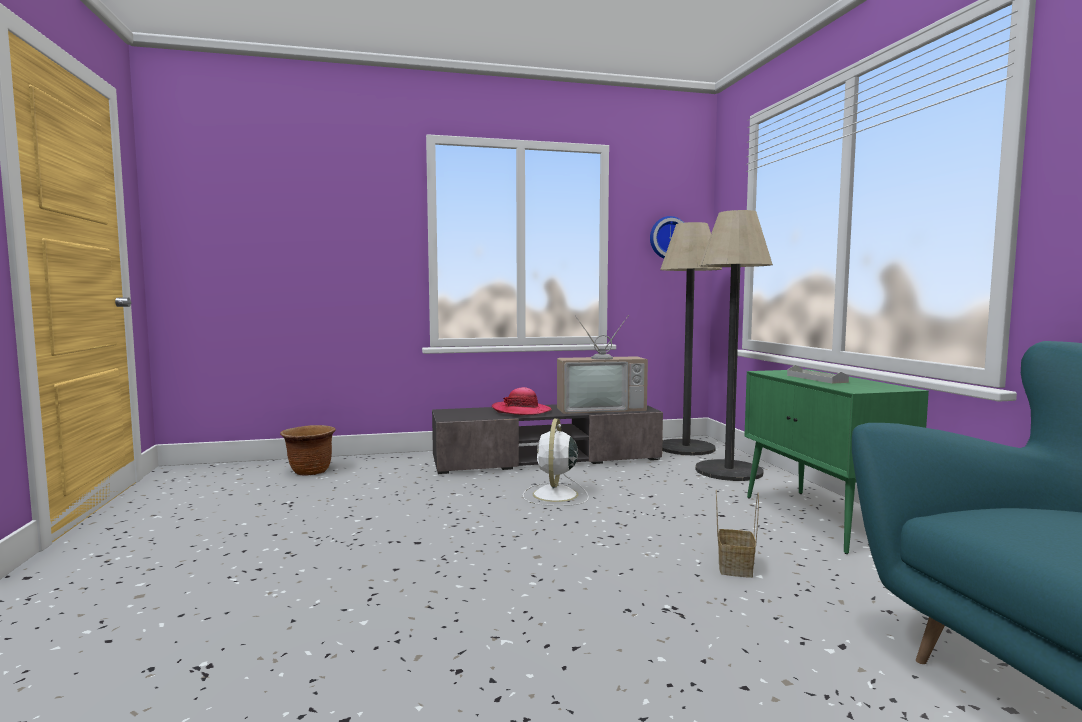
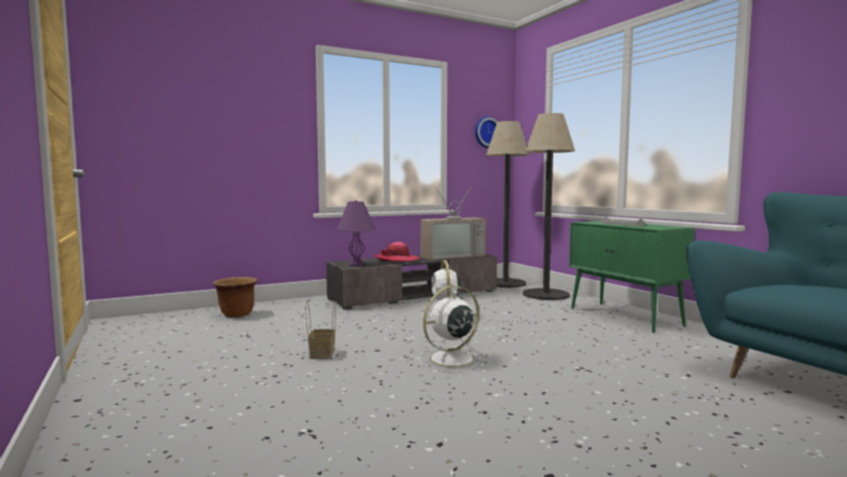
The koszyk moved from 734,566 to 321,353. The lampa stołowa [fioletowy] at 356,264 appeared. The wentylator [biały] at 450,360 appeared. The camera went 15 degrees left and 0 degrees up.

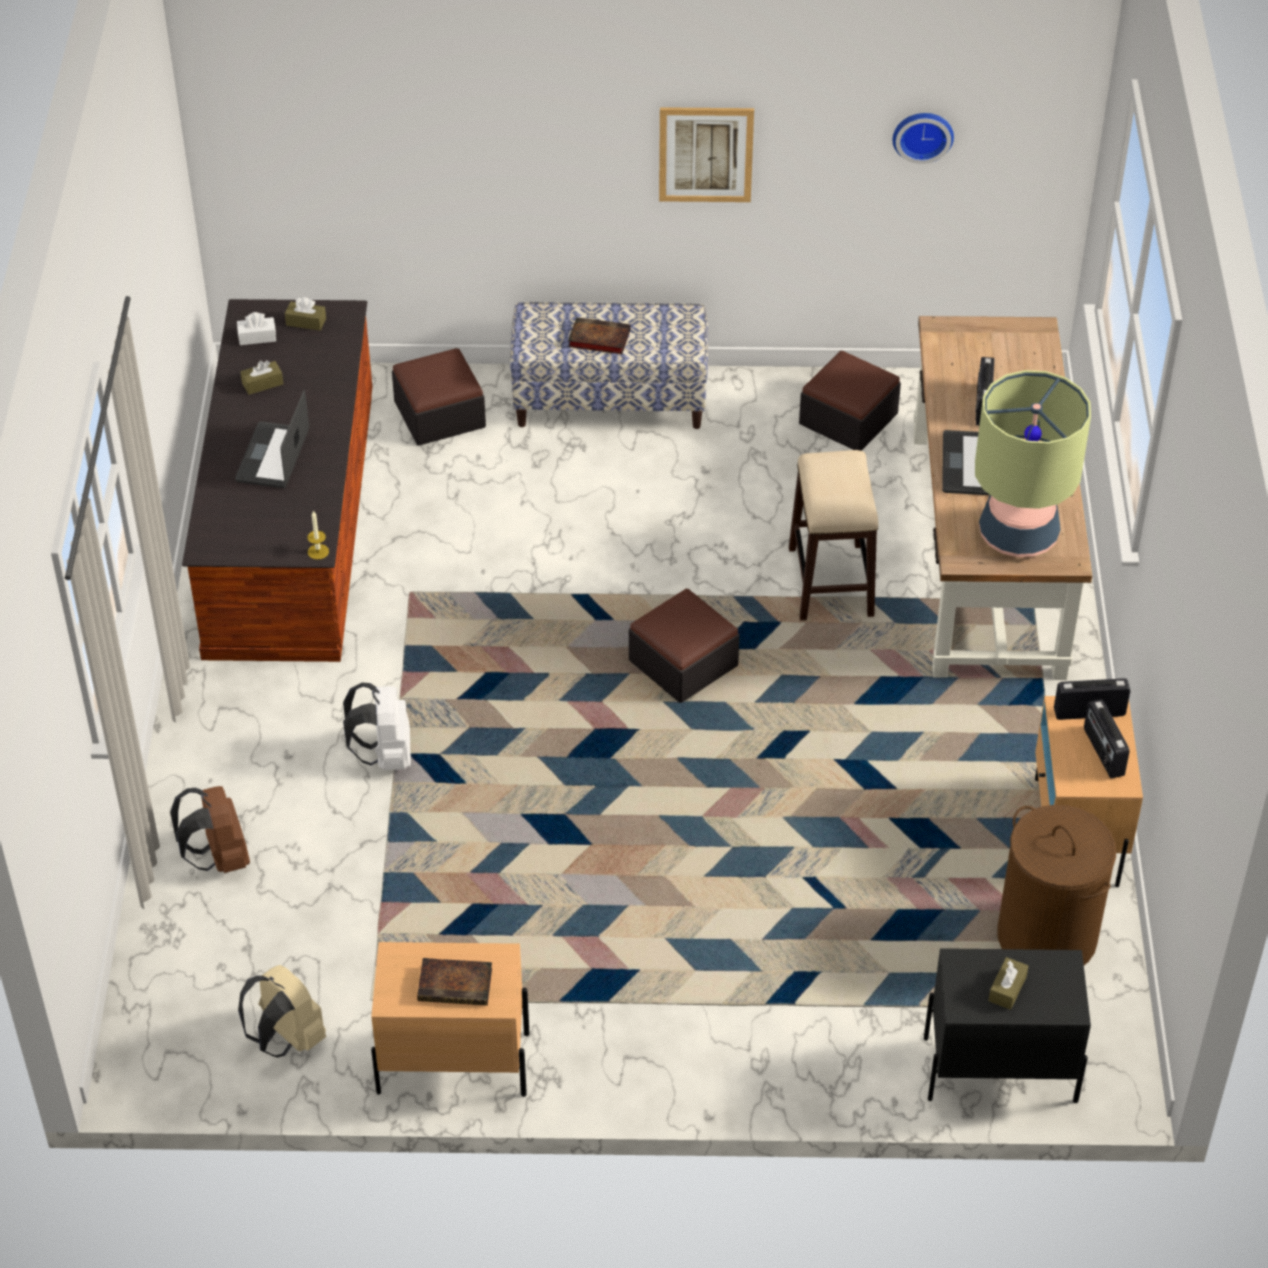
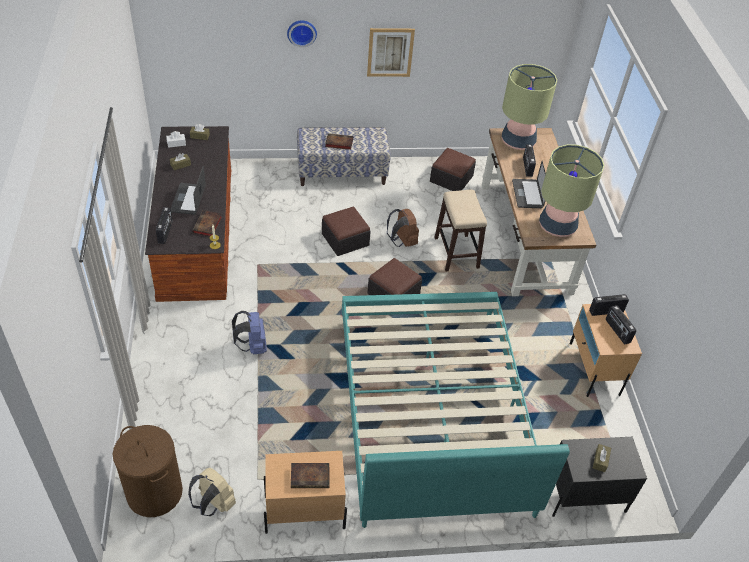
The plecak [brązowy] moved from 218,857 to 402,241. The plecak [biały] at 385,755 became the plecak [niebieski] at 252,346. The pufa moved from 439,414 to 345,239. The zegar ścienny moved from 922,134 to 301,32. The kosz na pranie [brązowy] moved from 1046,936 to 154,492. The radio at 165,232 appeared. The książka at 207,225 appeared. The łóżko [turkusowy] at 431,413 appeared. The lampa stołowa at 518,141 appeared. The camera went 10 degrees left and 0 degrees up.

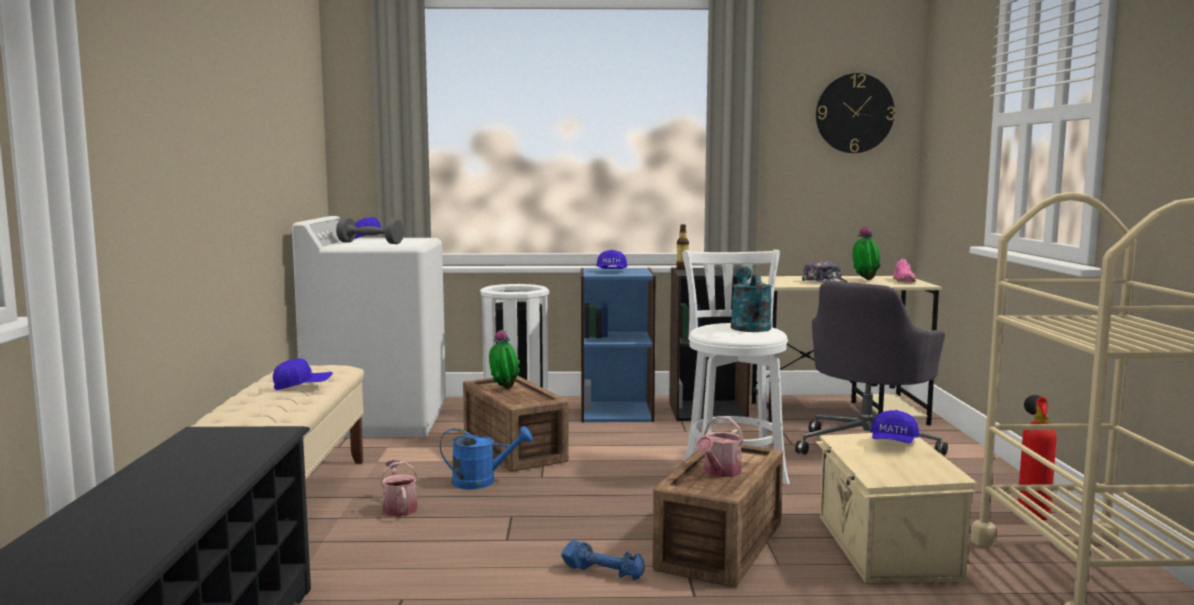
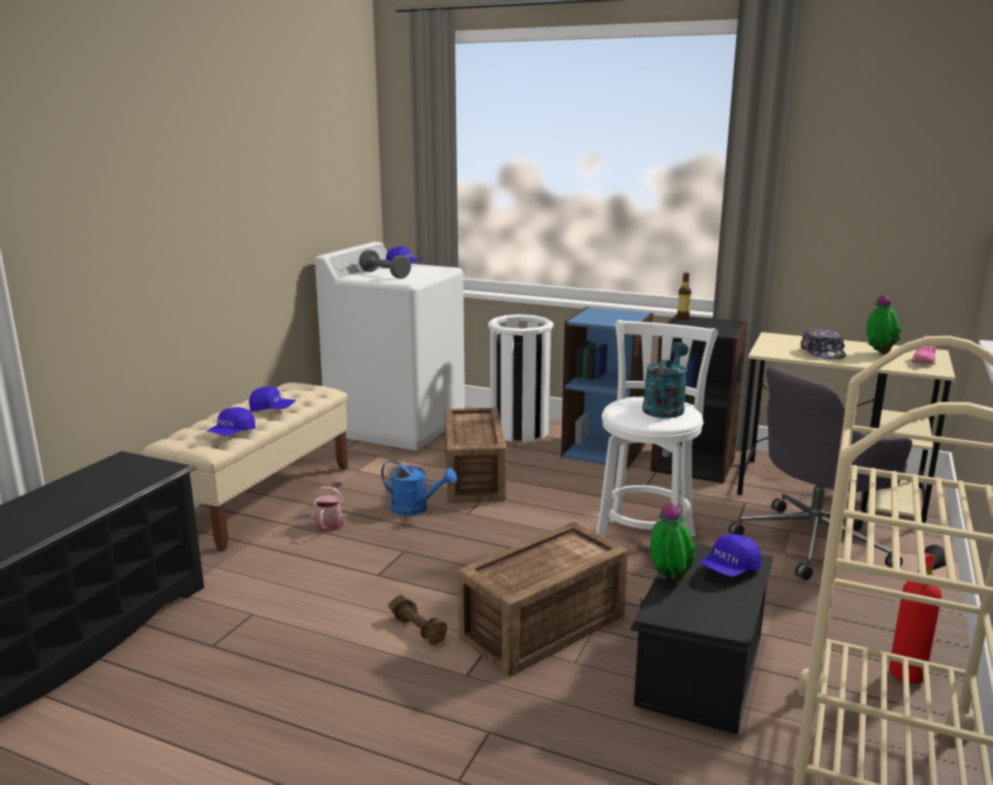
The roślina doniczkowa moved from 503,388 to 668,580. The hantel [niebieski] at 604,572 became the hantel [brązowy] at 419,629. The czapka z daszkiem [niebieski] moved from 611,271 to 232,433. The konewka at 720,472 disappeared. The zegar ścienny at 854,113 disappeared. The pojemnik do przechowywania [beżowy] at 884,547 became the pojemnik do przechowywania [czarny] at 697,670. The camera went 25 degrees right and 10 degrees up.

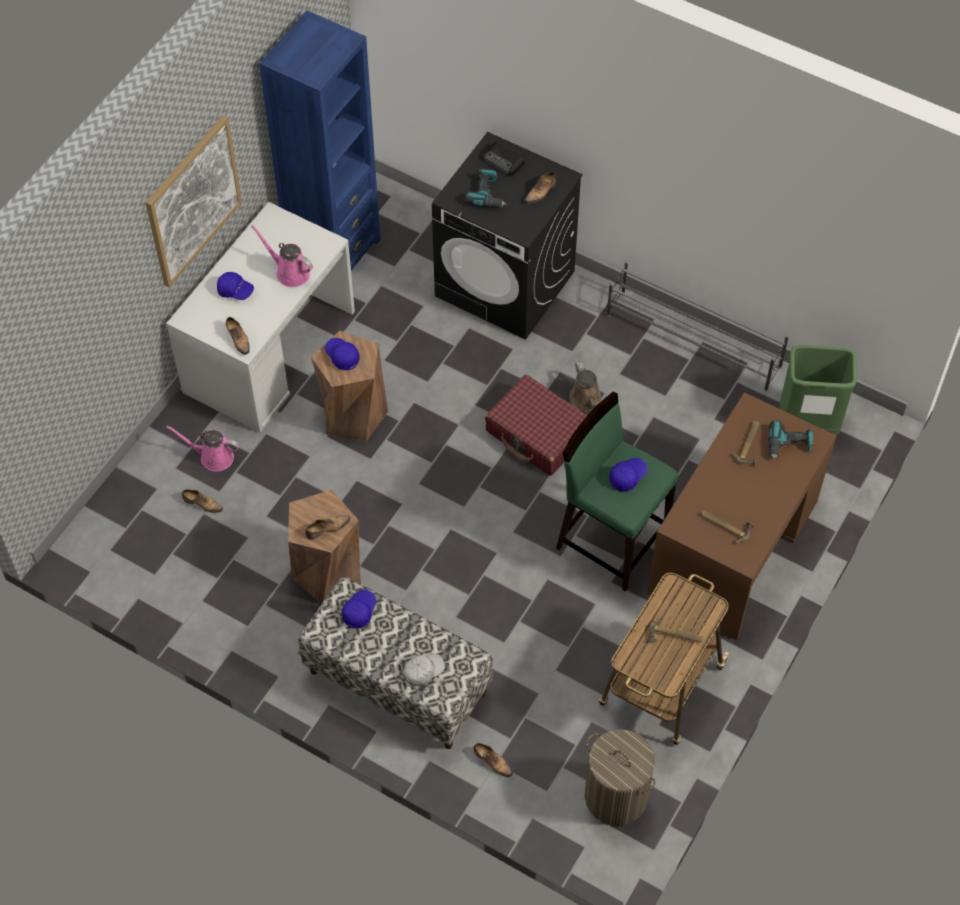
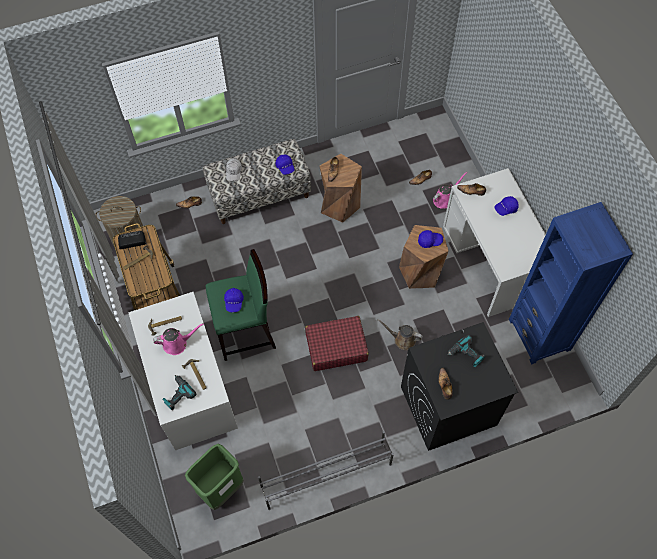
The obraz at 193,201 disappeared. The konewka [różowy] moved from 289,272 to 177,343. The radio moved from 503,161 to 131,241. The konewka [brązowy] moved from 586,400 to 402,339. The biurko [brązowy] at 733,547 became the biurko [biały] at 190,385. The camera went 130 degrees right and 5 degrees up.

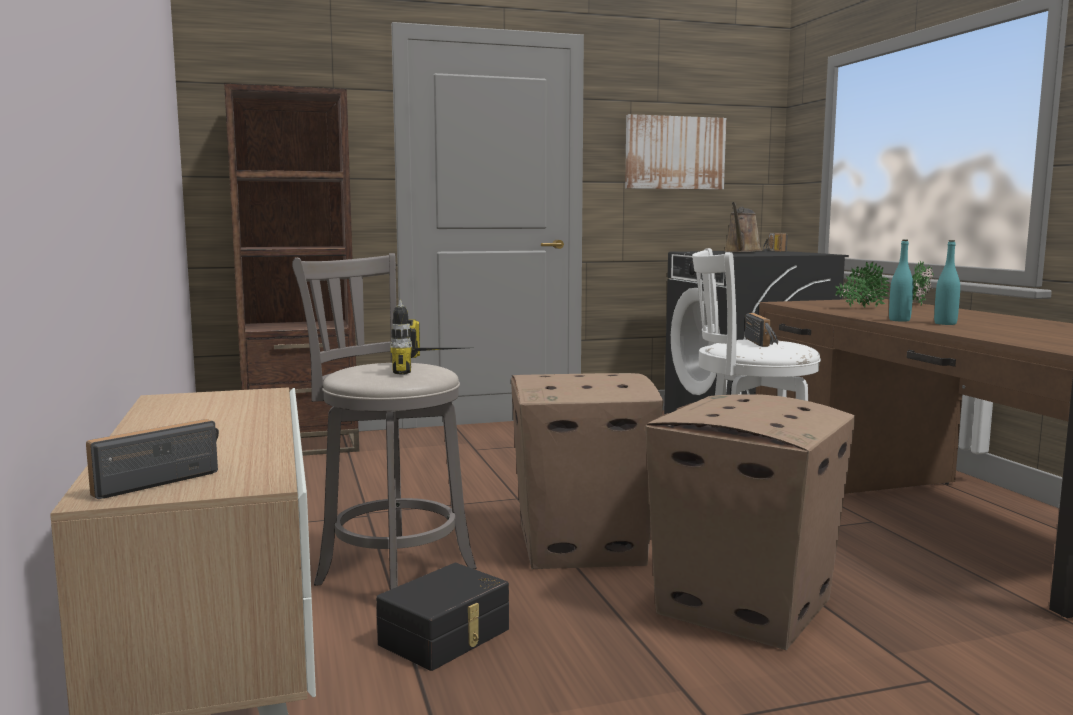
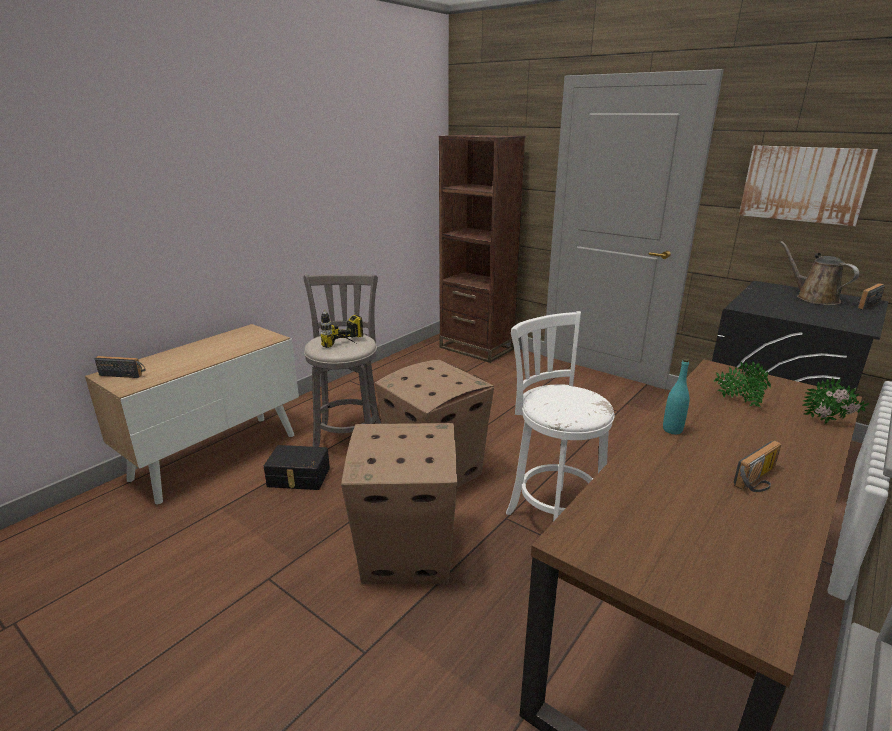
The konewka [brązowy] at 741,251 turned 75 degrees clockwise. The radio moved from 763,342 to 759,480. The butelka [turkusowy] at 945,323 disappeared. The camera went 55 degrees right and 15 degrees up.

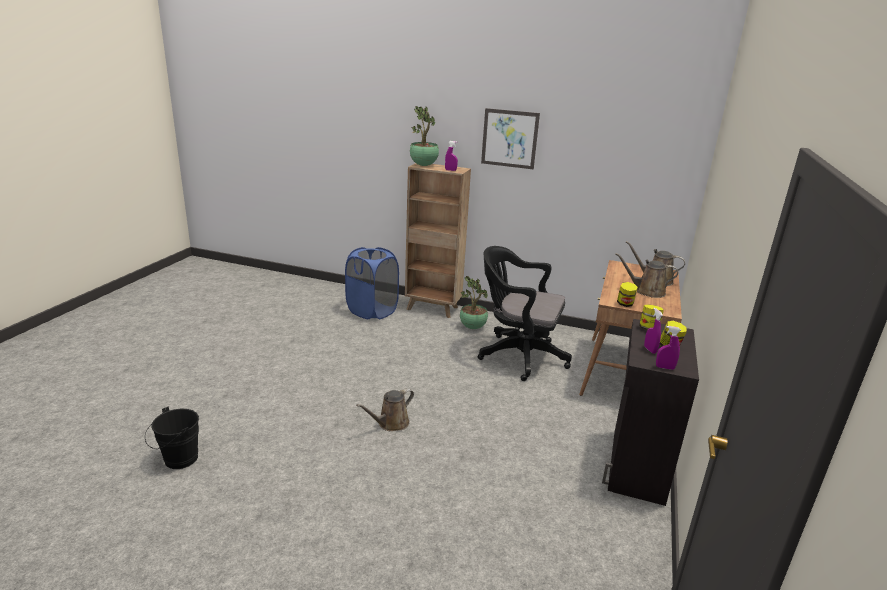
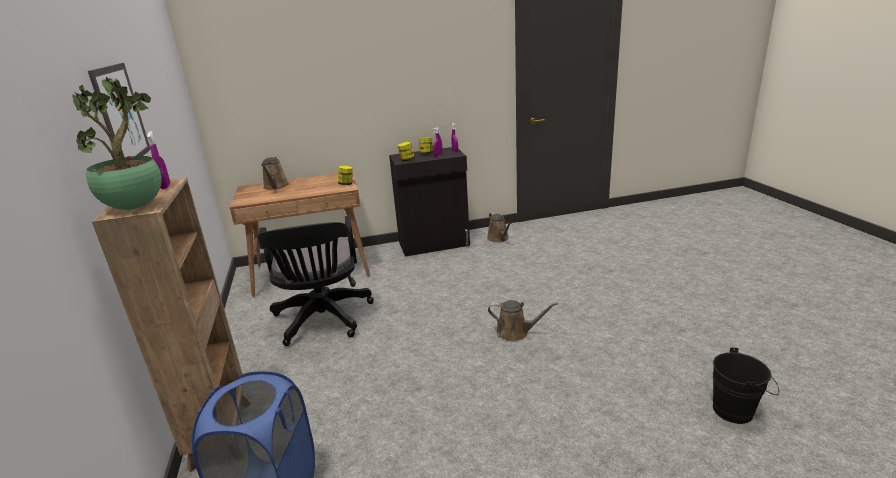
The roślina doniczkowa at 473,328 disappeared. The konewka [brązowy] moved from 647,291 to 499,239. The camera went 120 degrees left and 0 degrees up.

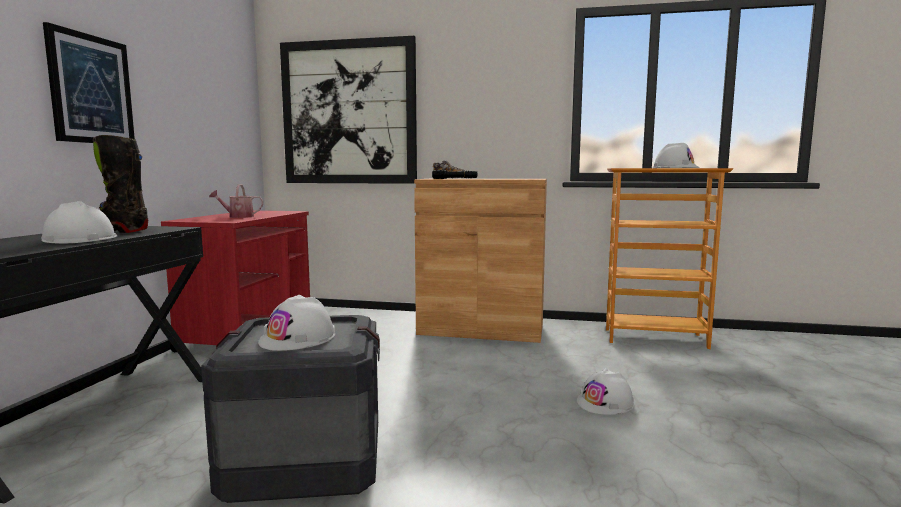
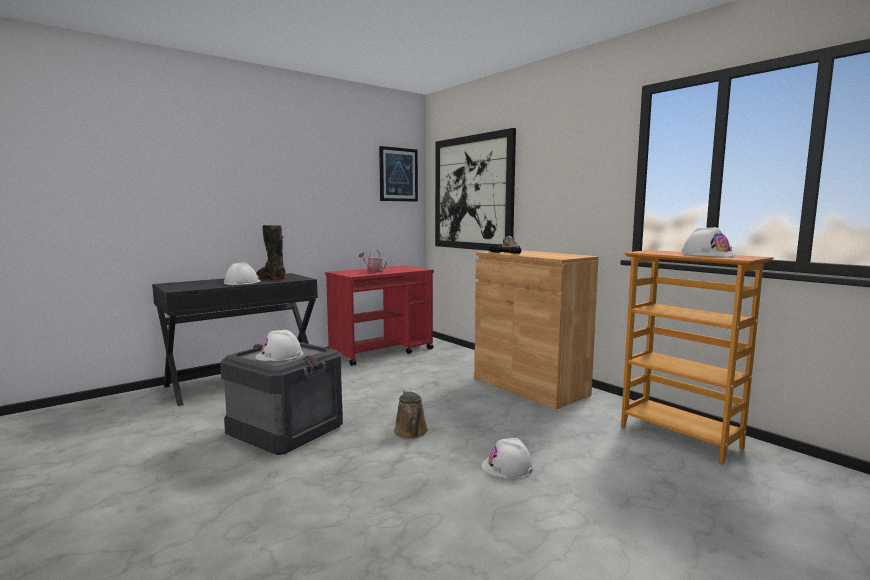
The obraz moved from 91,89 to 398,174. The konewka [brązowy] at 412,432 appeared. The camera went 40 degrees right and 0 degrees up.

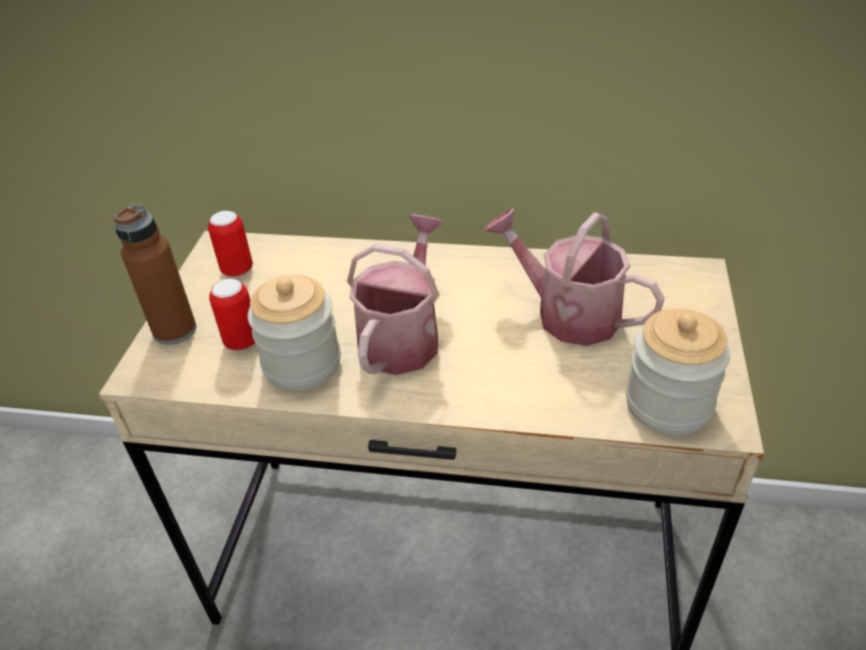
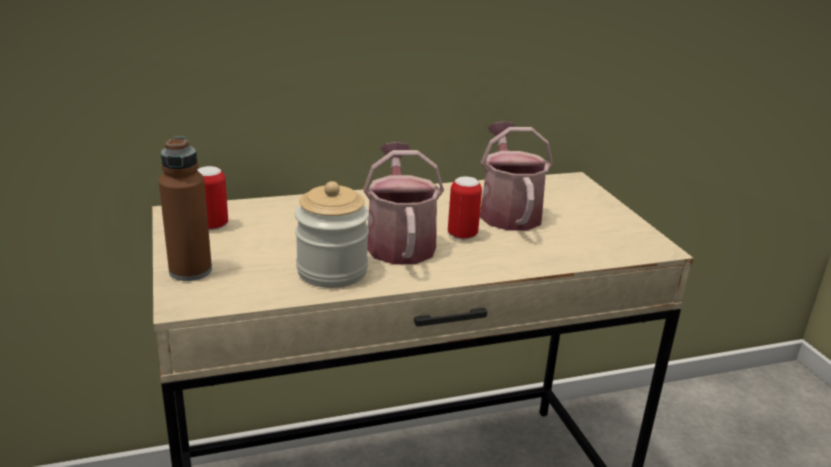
The puszka moved from 242,341 to 462,235. The konewka at 567,313 turned 75 degrees clockwise. The słoik at 668,404 disappeared. The camera went 30 degrees left and 15 degrees down.

